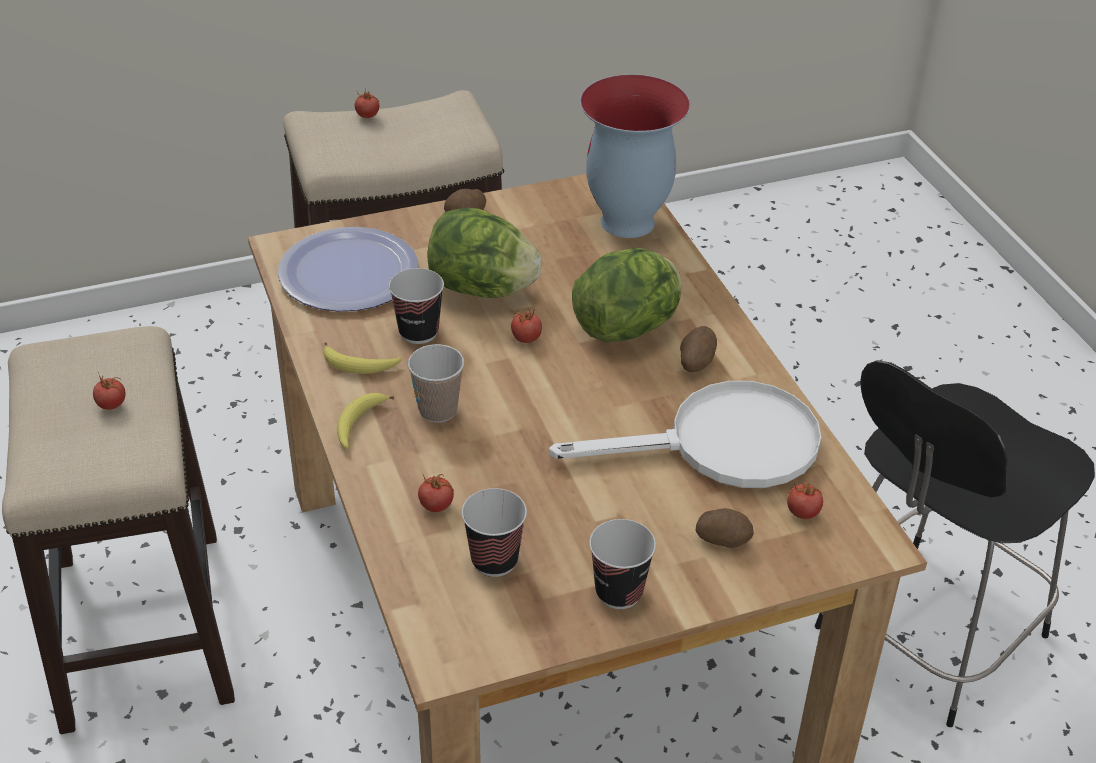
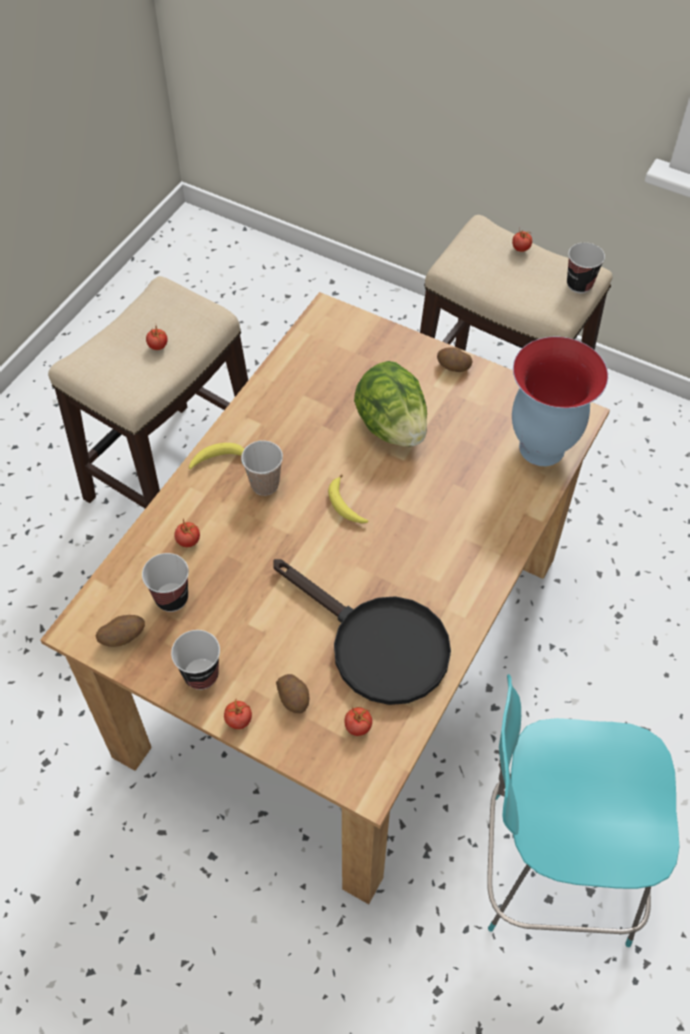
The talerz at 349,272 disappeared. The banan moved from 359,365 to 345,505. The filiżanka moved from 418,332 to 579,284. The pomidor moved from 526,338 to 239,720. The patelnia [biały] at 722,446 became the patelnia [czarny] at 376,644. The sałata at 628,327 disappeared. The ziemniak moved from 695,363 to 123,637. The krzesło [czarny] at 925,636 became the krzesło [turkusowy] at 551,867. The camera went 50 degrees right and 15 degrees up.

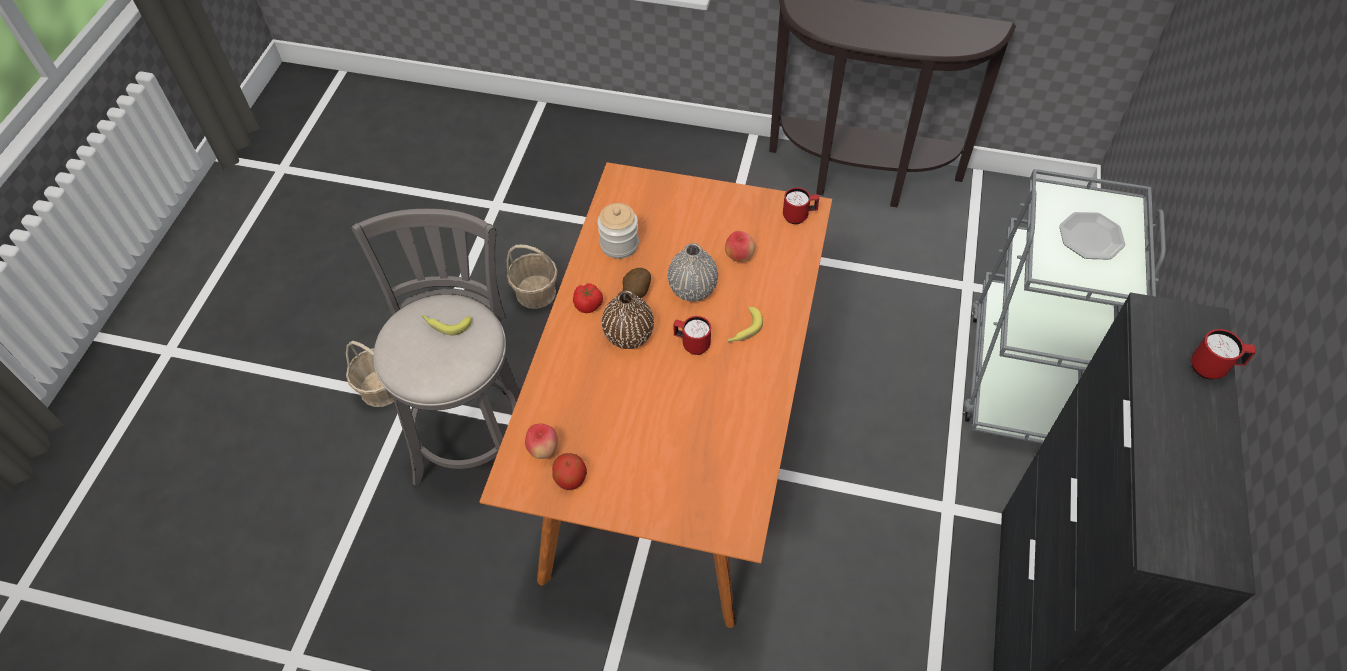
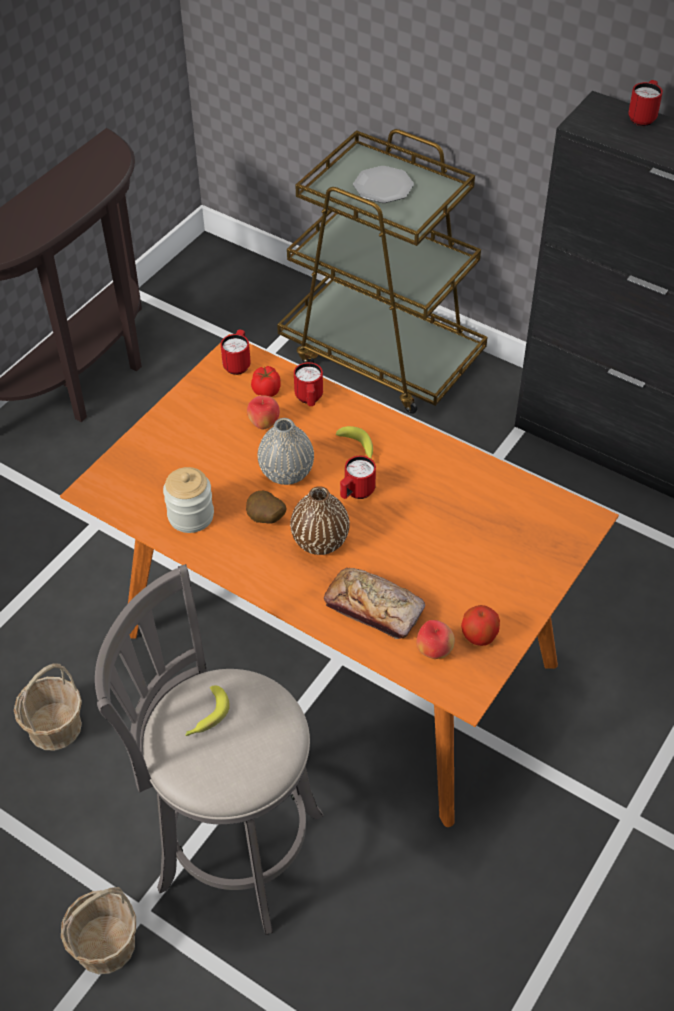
The pomidor moved from 589,305 to 267,390. The wózek [szary] at 1022,372 became the wózek [brązowy] at 382,356. The kubek [czerwony] at 309,399 appeared. The chleb at 374,609 appeared. The camera went 70 degrees left and 5 degrees down.

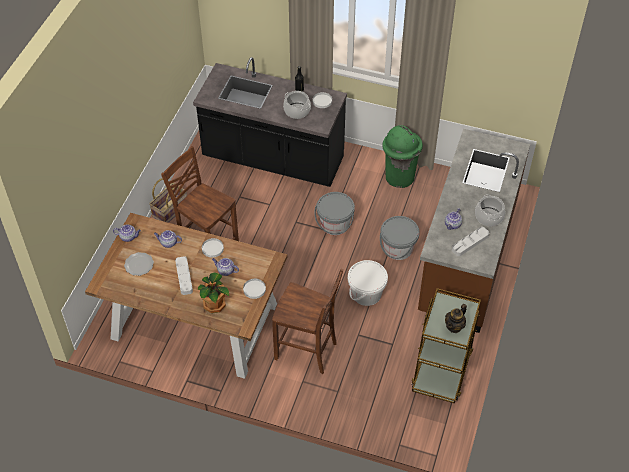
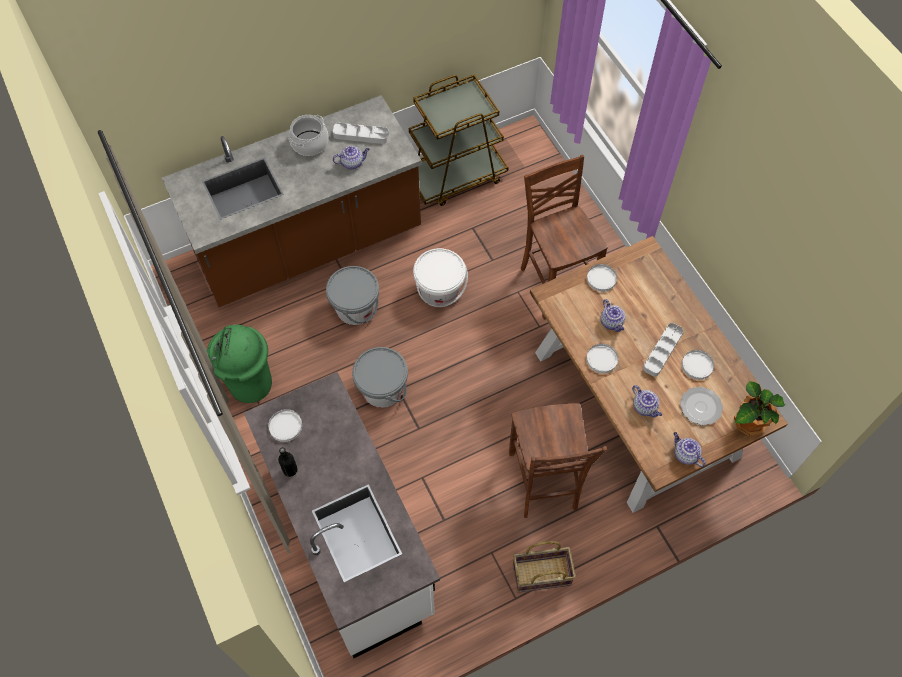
The zabudowa kuchenna [czarny] at 273,160 became the zabudowa kuchenna [biały] at 351,539. The roślina doniczkowa moved from 215,304 to 748,423. The garnek at 297,111 disappeared. The imbryk at 454,326 disappeared. The talerz [biały] at 697,365 appeared. The camera went 135 degrees left and 10 degrees up.

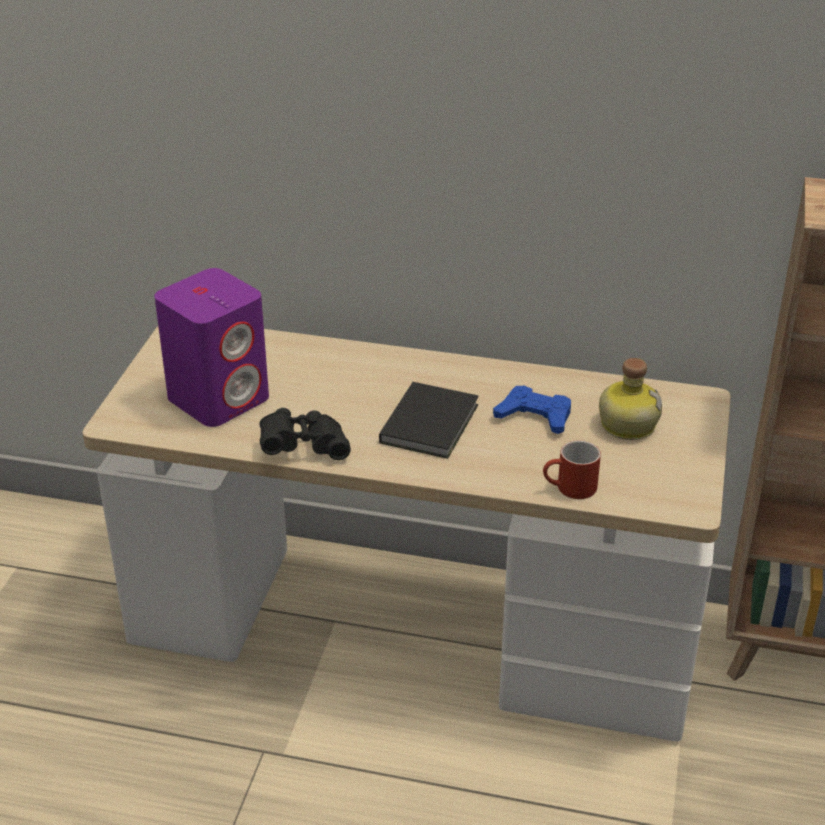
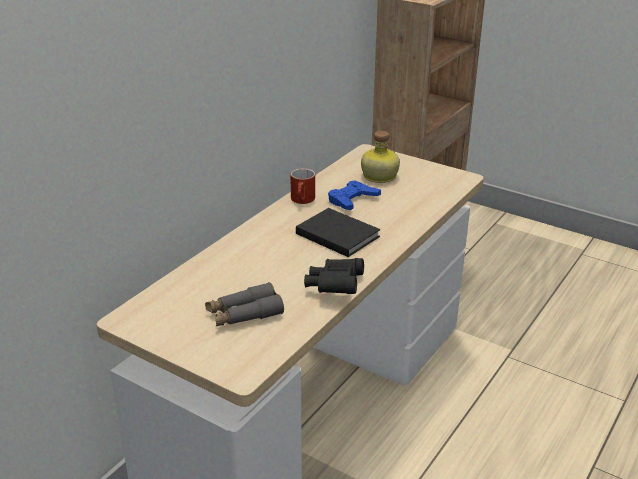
The głośnik [fioletowy] at 219,398 was replaced by the lornetka [szary] at 244,314. The kubek [czerwony] moved from 569,489 to 303,200. The camera went 70 degrees left and 5 degrees down.

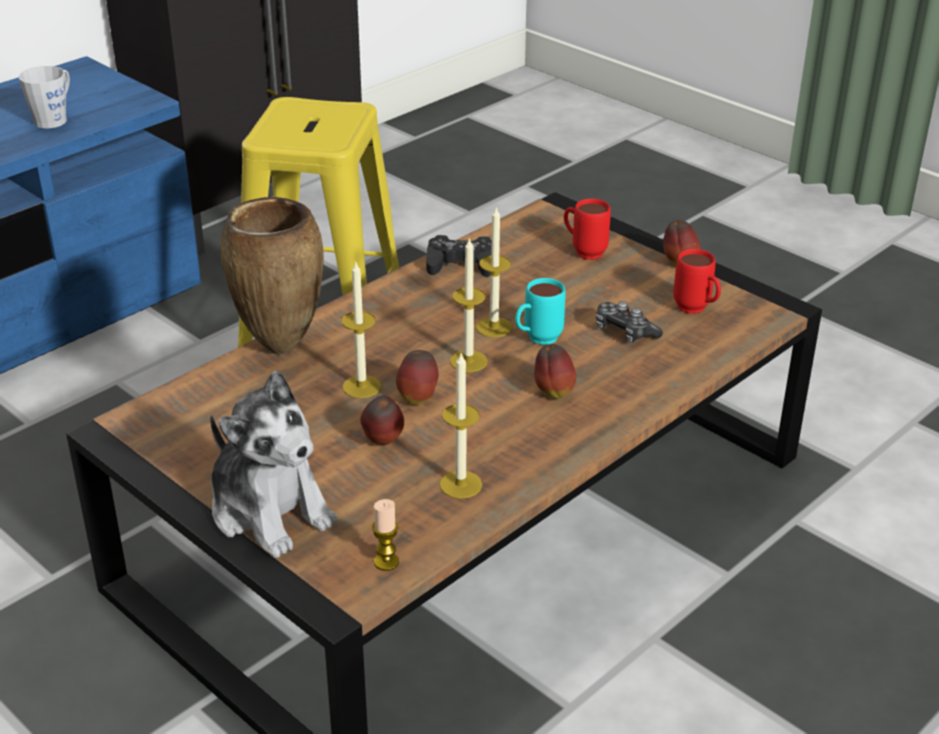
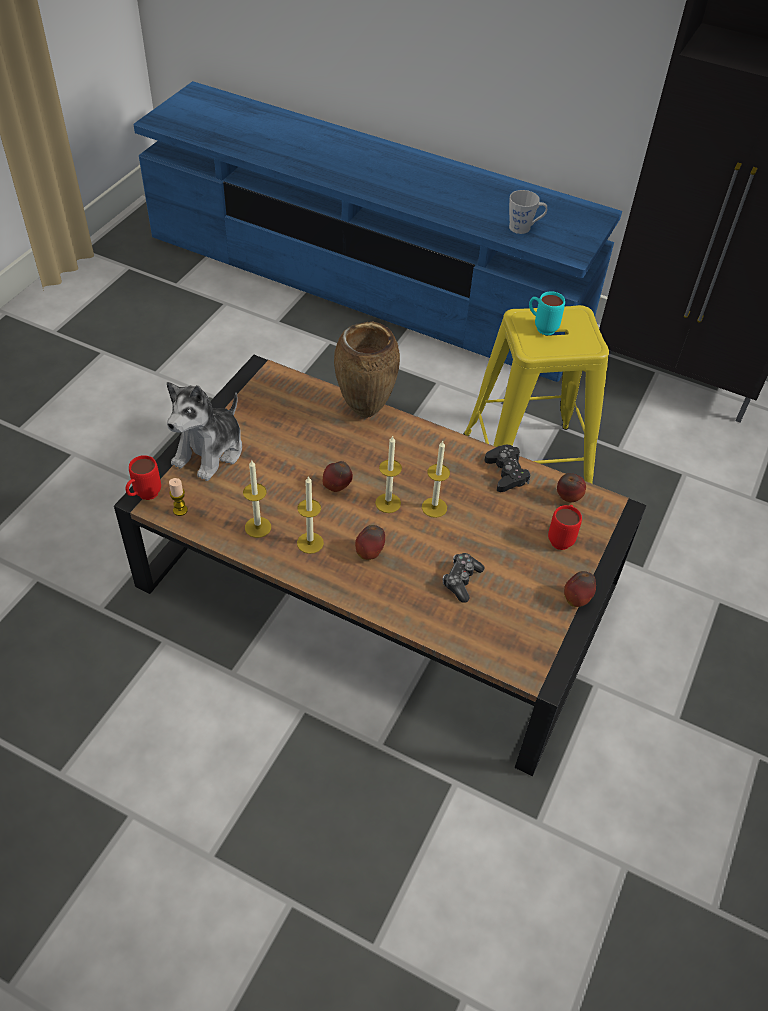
The świeca moved from 361,386 to 310,543. The jabłko moved from 382,442 to 568,498. The kubek [turkusowy] moved from 536,340 to 541,327. The kubek [czerwony] moved from 696,310 to 144,496. The camera went 70 degrees right and 15 degrees up.

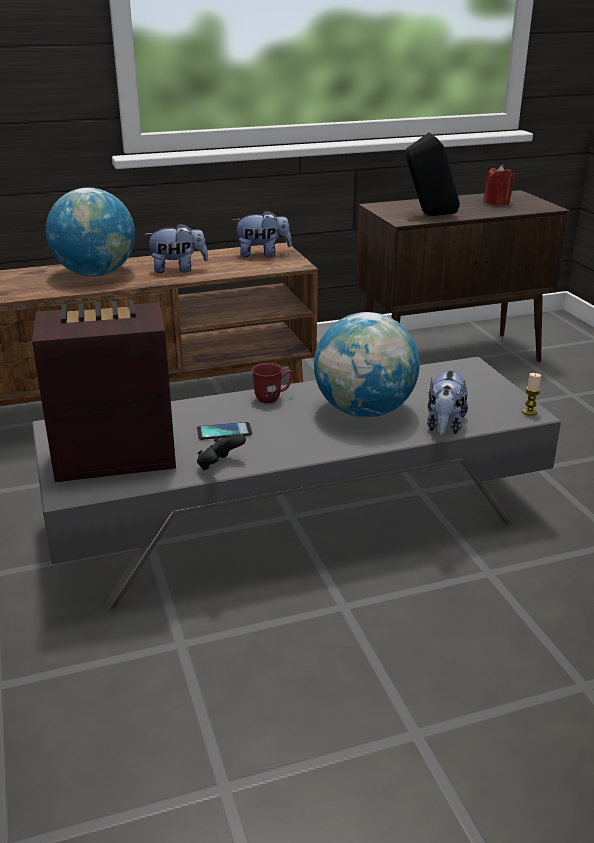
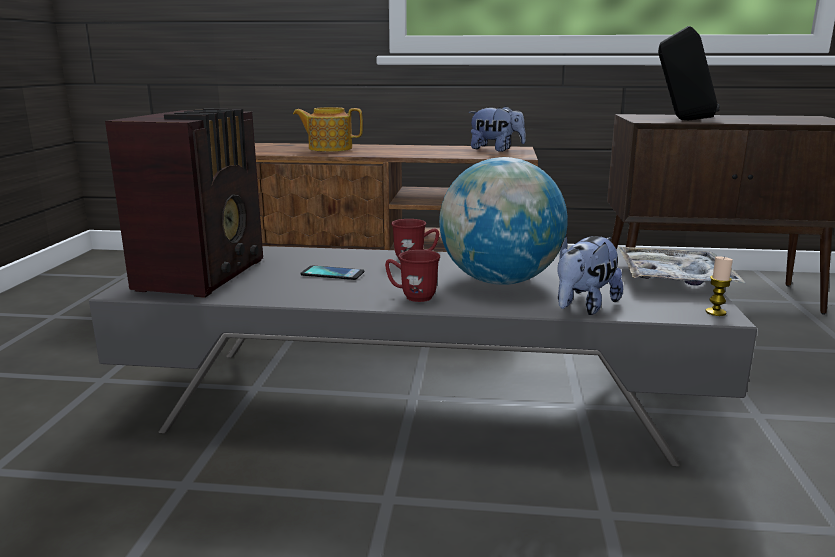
The radio at 112,457 turned 90 degrees clockwise. The globus at 96,274 was replaced by the imbryk at 329,148. The pluszak at 178,269 disappeared. The pad do gier [czarny] at 219,466 disappeared. The świeca [czerwony] at 497,203 disappeared. The kubek [czerwony] at 412,296 appeared. The taca at 674,278 appeared. The camera went 25 degrees right and 10 degrees down.

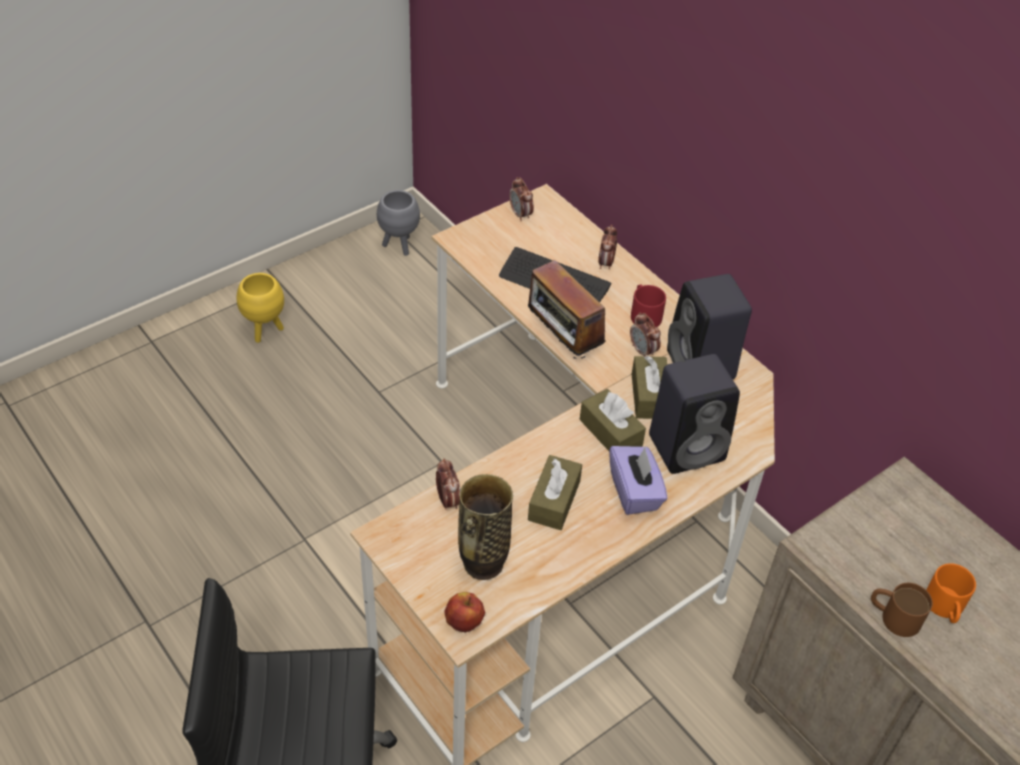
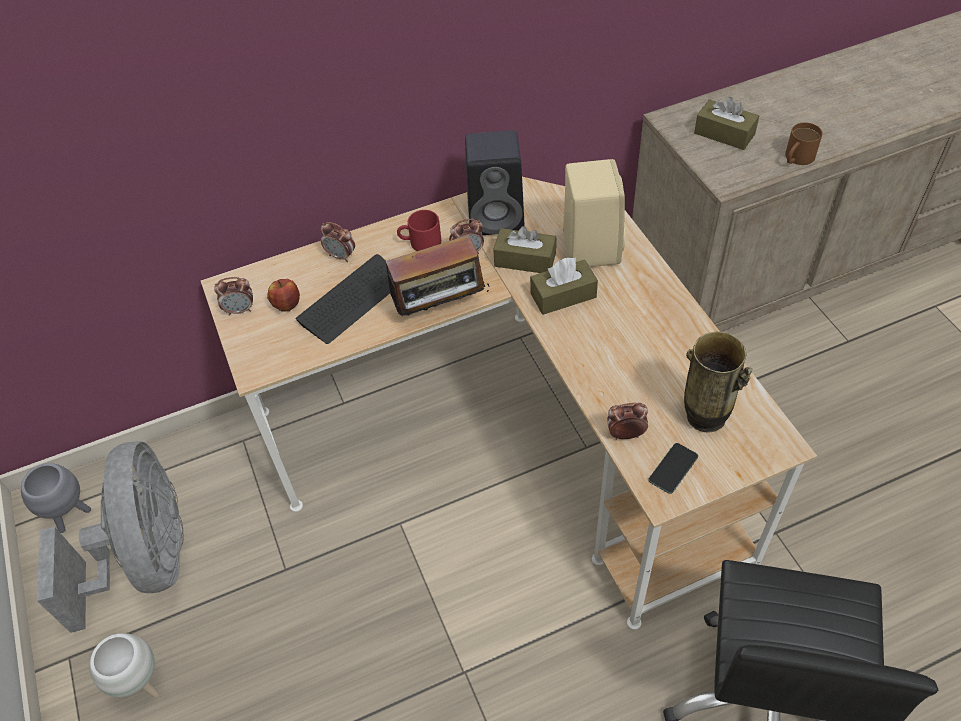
The donica [żółty] at 265,331 became the donica [biały] at 142,684. The jabłko moved from 463,621 to 286,305. The pudełko chusteczek [brązowy] moved from 554,501 to 724,134. The pudełko chusteczek [fioletowy] at 635,492 disappeared. The głośnik [czarny] at 688,446 became the głośnik [beżowy] at 590,246. The kubek [pomarańczowy] at 946,607 disappeared. The wentylator [szary] at 149,560 appeared. The telefon at 673,468 appeared. The camera went 70 degrees left and 5 degrees up.

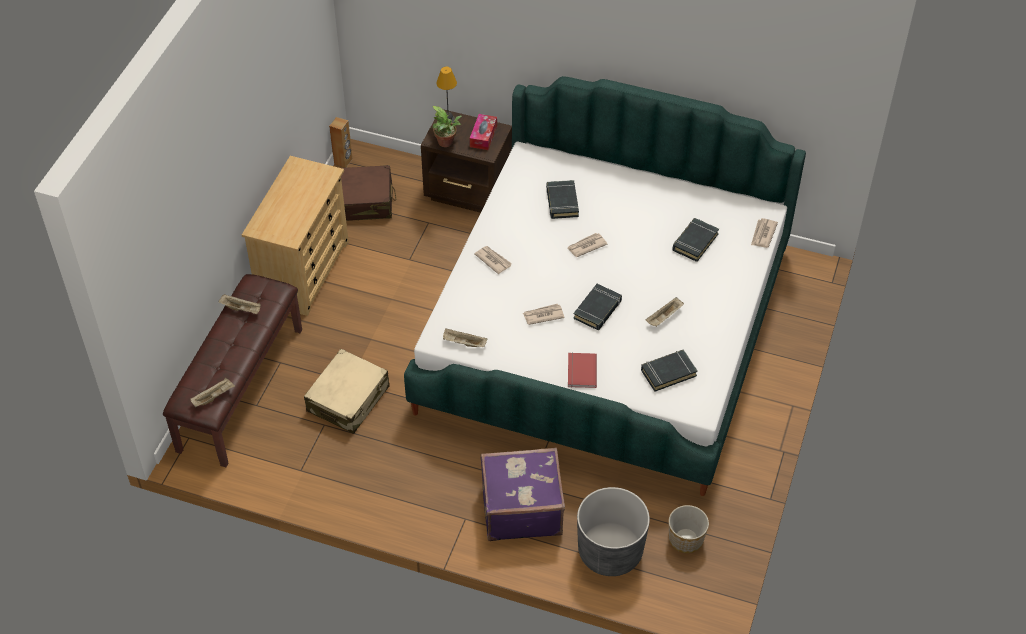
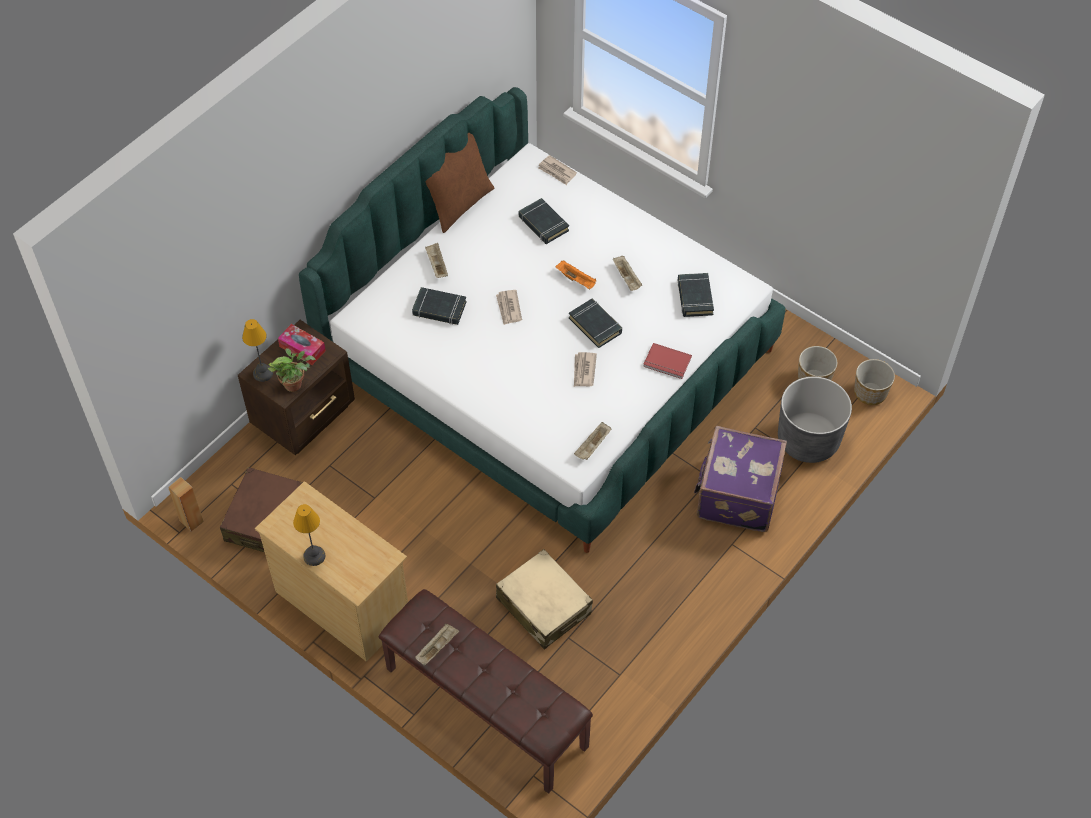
The taca [beżowy] moved from 213,397 to 436,265. The gazeta at 493,260 disappeared. The lampa stołowa at 315,556 appeared. The poduszka [brązowy] at 458,204 appeared. The taca [pomarańczowy] at 576,280 appeared. The donica at 869,393 appeared. The camera went 70 degrees left and 5 degrees up.

